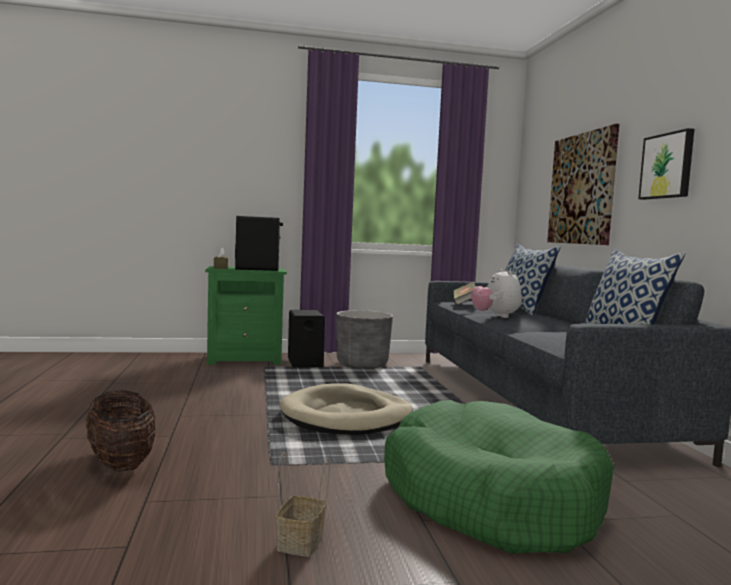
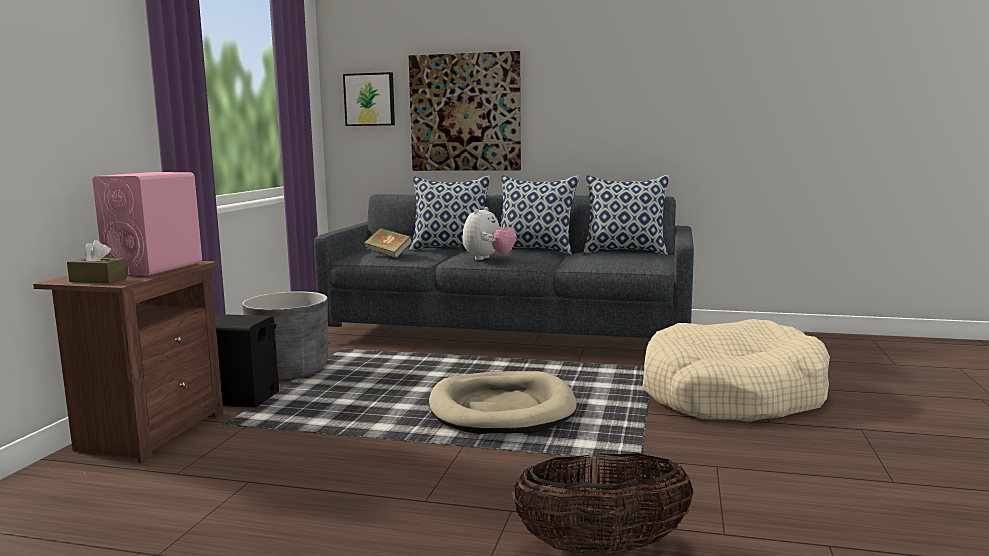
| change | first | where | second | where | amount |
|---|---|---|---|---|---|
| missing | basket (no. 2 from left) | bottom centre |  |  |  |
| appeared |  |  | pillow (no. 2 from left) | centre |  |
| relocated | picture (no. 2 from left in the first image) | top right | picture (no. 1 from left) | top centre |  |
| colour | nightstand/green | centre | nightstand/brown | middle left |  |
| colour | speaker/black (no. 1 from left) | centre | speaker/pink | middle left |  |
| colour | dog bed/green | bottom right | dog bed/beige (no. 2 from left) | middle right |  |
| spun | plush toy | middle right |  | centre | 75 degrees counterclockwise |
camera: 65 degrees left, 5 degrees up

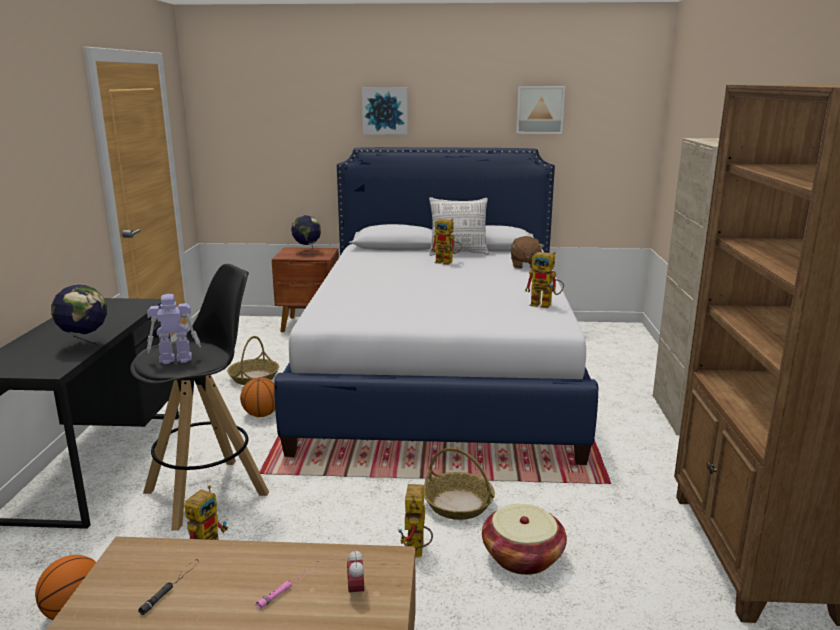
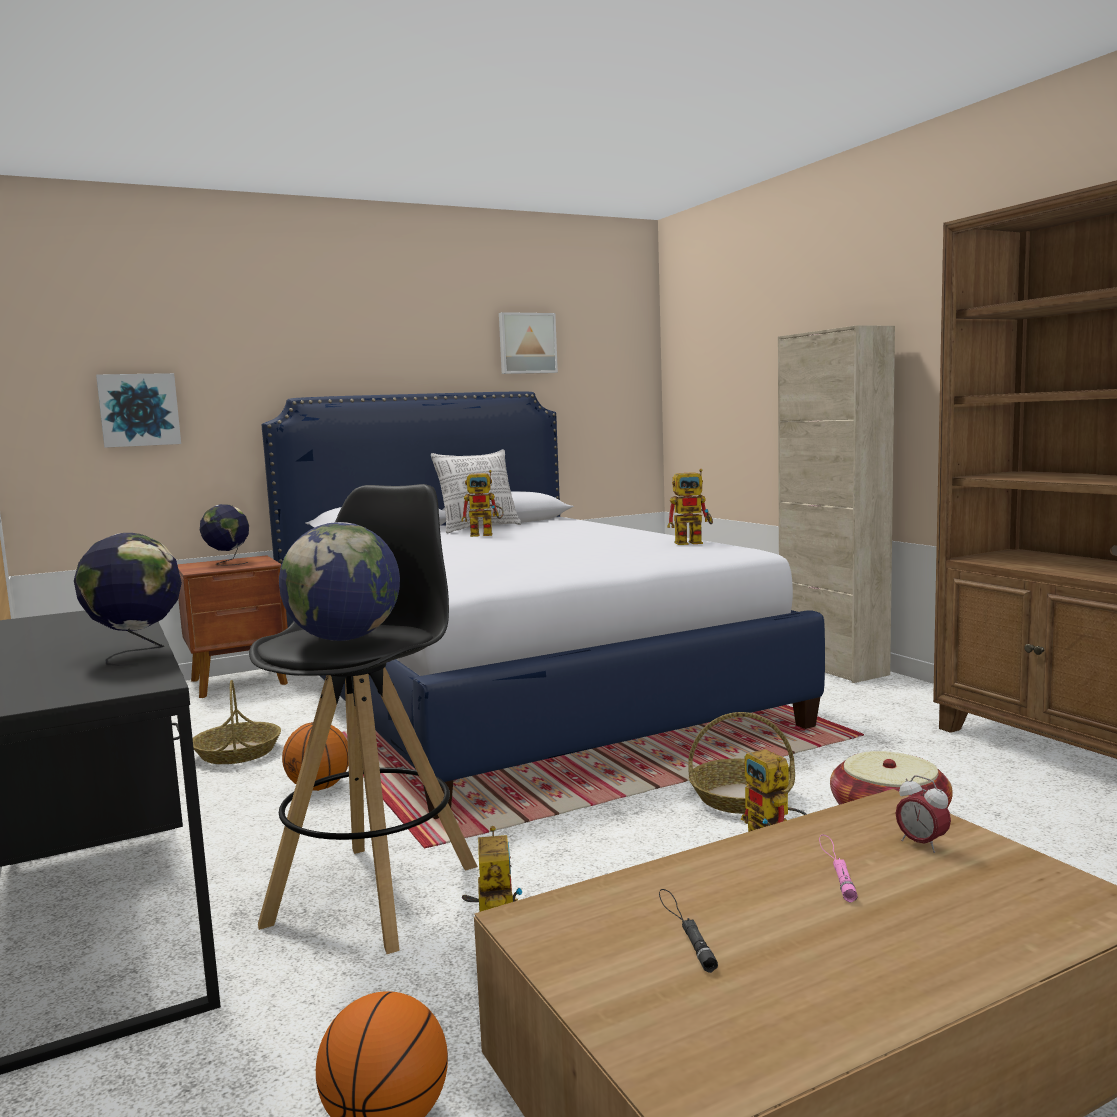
| change | first | where | second | where | amount |
|---|---|---|---|---|---|
| missing | plush toy/brown | centre |  |  |  |
| relocated | picture (no. 1 from left) | top centre |  | middle left |  |
| exchanged | toy robot (no. 1 from left) | middle left | globe (no. 3 from left) | middle left |  |
camera: 30 degrees left, 10 degrees down

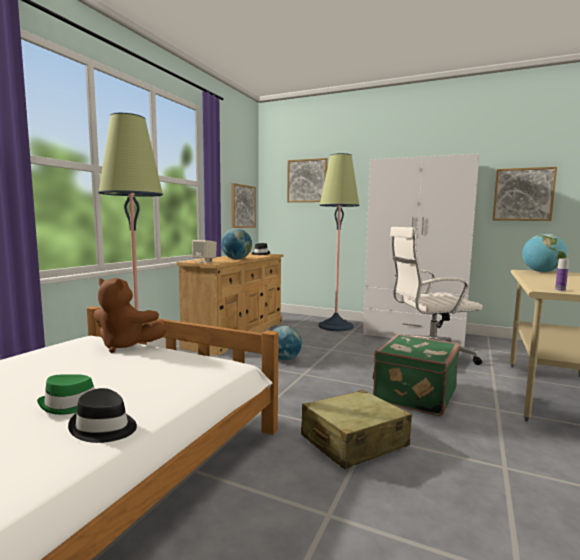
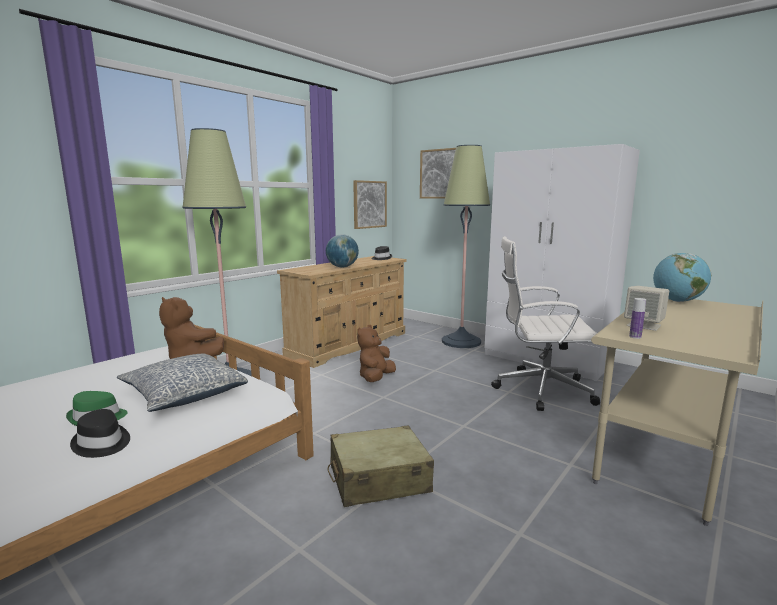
| change | first | where | second | where | amount |
|---|---|---|---|---|---|
| missing | suitcase/green | bottom right |  |  |  |
| missing | picture (no. 3 from left) | middle right |  |  |  |
| appeared |  |  | pillow | middle left |  |
| relocated | speaker/beige | centre |  | middle right |  |
| exchanged | globe (no. 2 from left) | centre | plush toy/brown (no. 2 from left) | centre |  |
camera: 15 degrees right, 5 degrees up

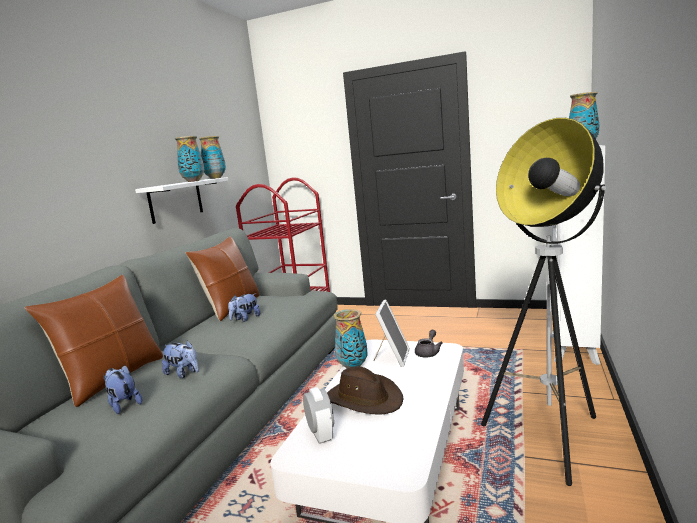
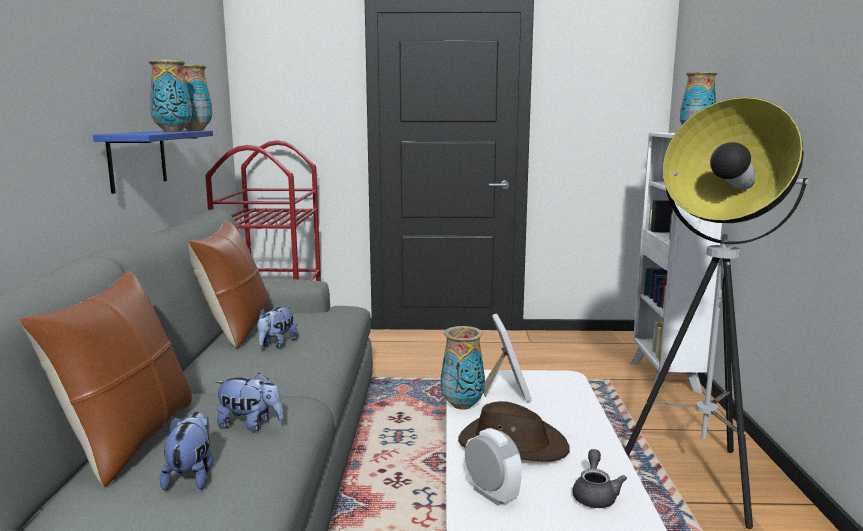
| change | first | where | second | where | amount |
|---|---|---|---|---|---|
| relocated | teapot/grey | centre |  | bottom right |  |
| colour | shelf/white | middle left | shelf/blue | top left |  |
| spun | plush toy (no. 1 from left) | bottom left |  | bottom left | 60 degrees clockwise |
camera: 20 degrees left, 0 degrees up

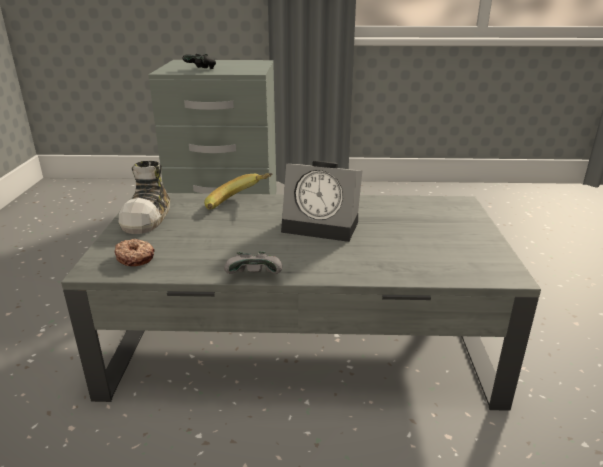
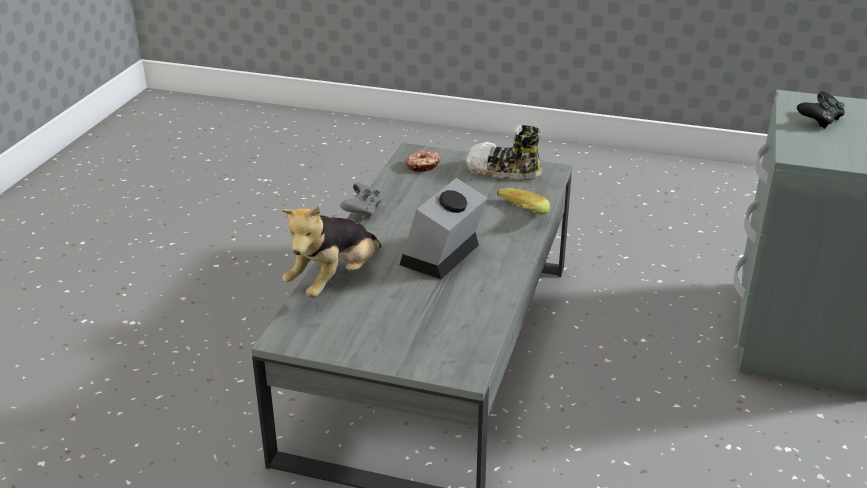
| change | first | where | second | where | amount |
|---|---|---|---|---|---|
| appeared |  |  | plush toy | centre |  |
camera: 105 degrees right, 5 degrees up

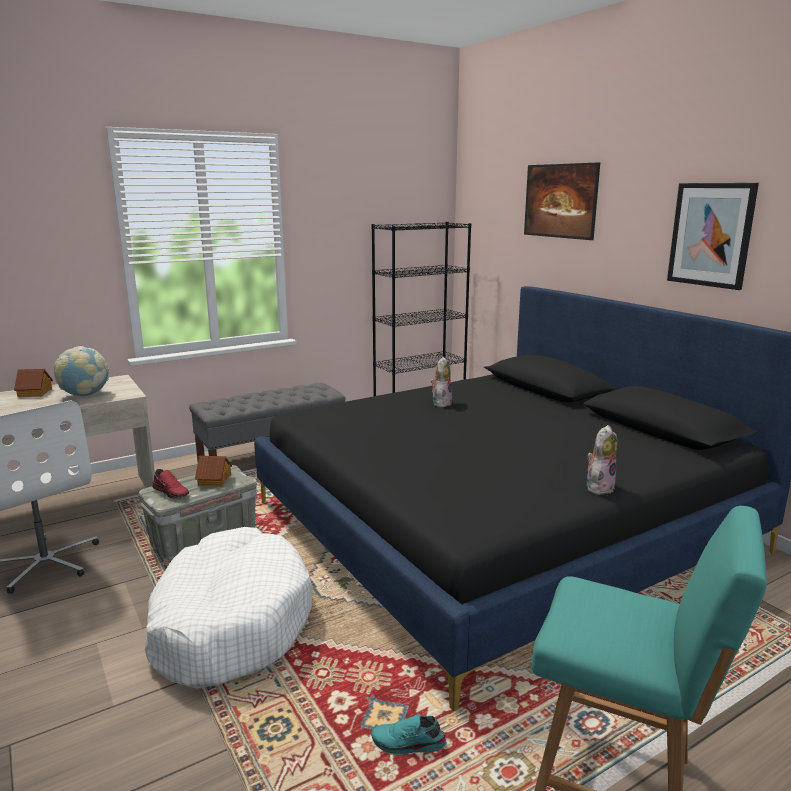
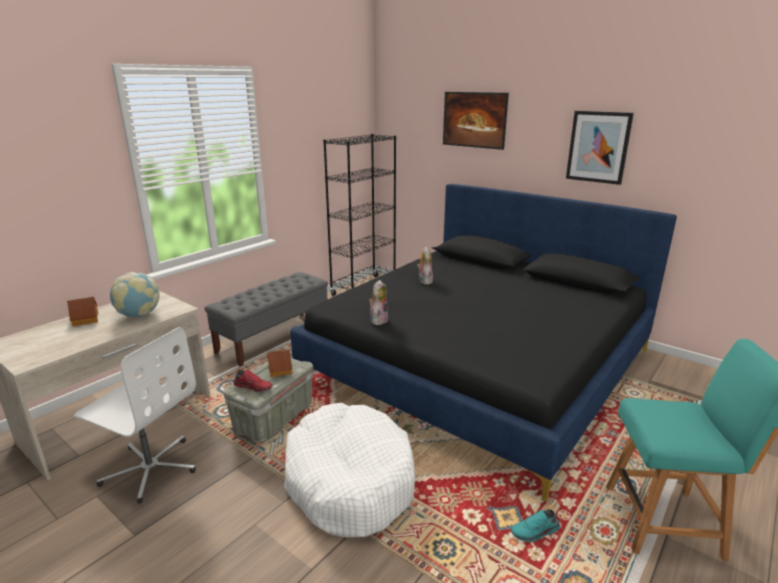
| change | first | where | second | where | amount |
|---|---|---|---|---|---|
| relocated | plush toy (no. 2 from left in the first image) | middle right | plush toy (no. 1 from left) | centre |  |
camera: 20 degrees left, 5 degrees up

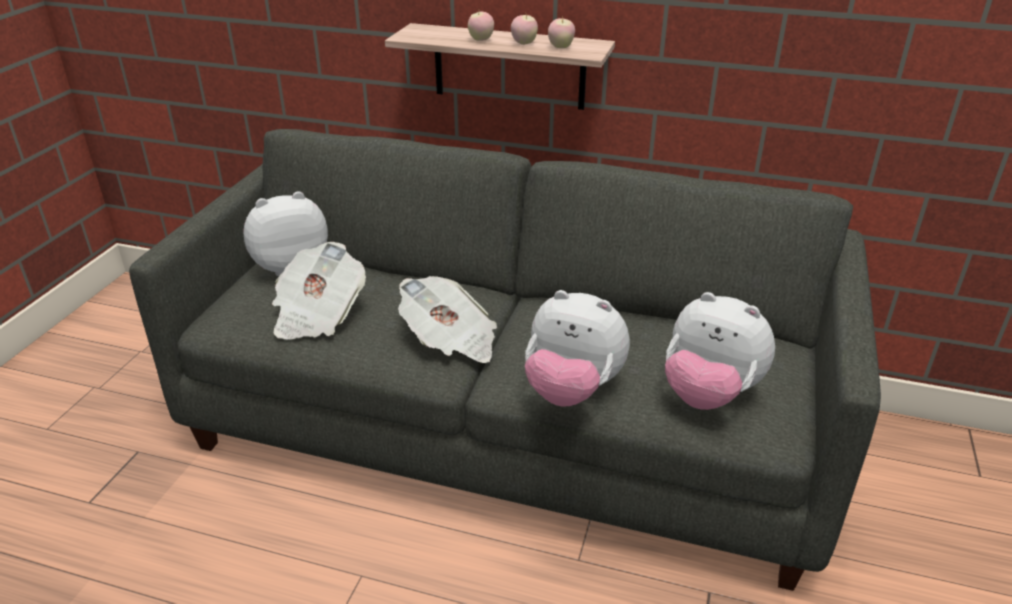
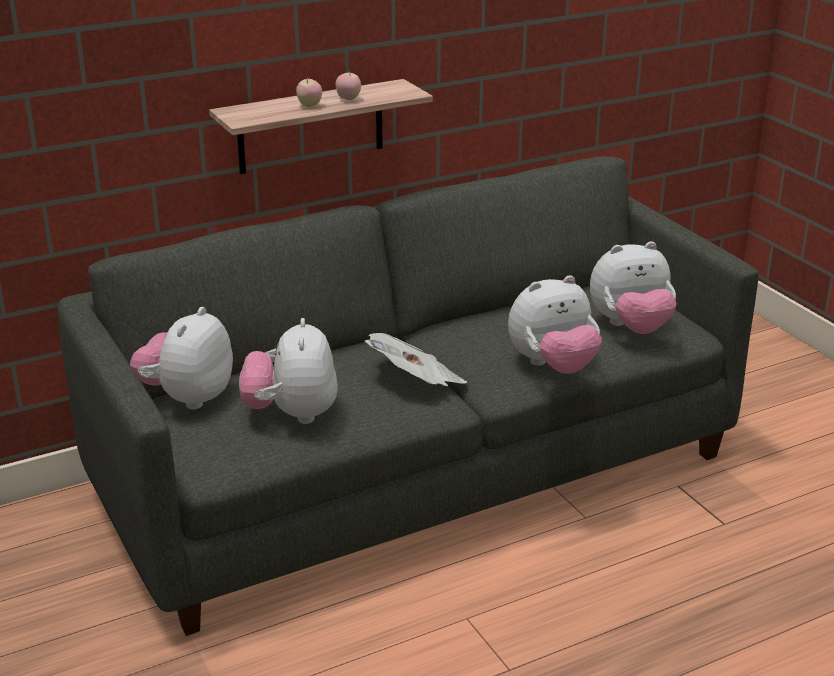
| change | first | where | second | where | amount |
|---|---|---|---|---|---|
| missing | apple (no. 3 from left) | top centre |  |  |  |
| exchanged | newspaper (no. 1 from left) | middle left | plush toy (no. 2 from left) | centre |  |
camera: 45 degrees left, 5 degrees down

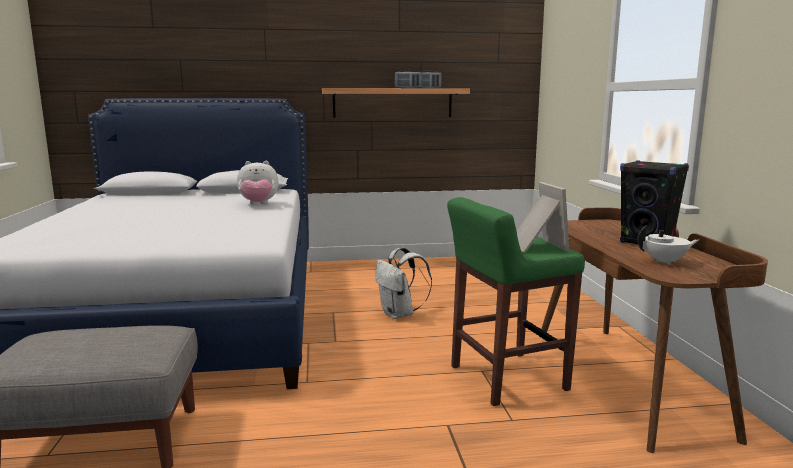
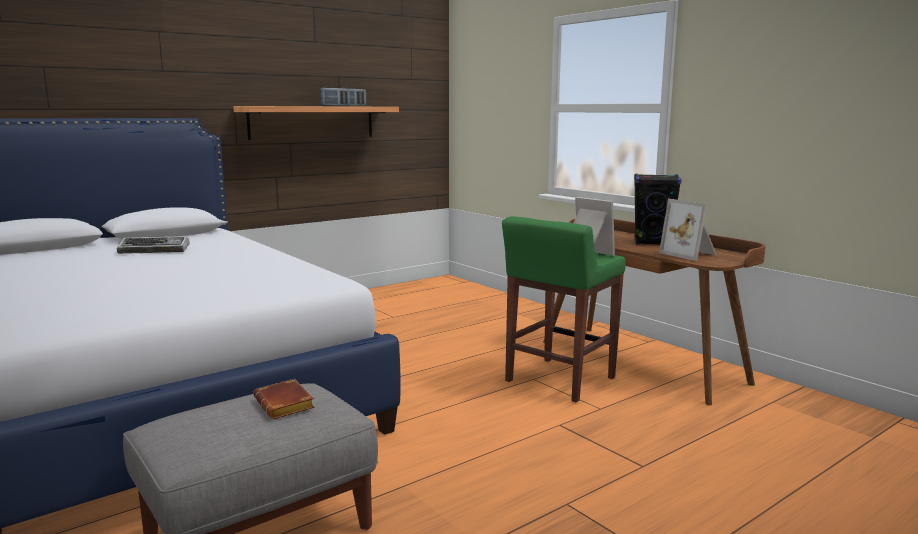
| change | first | where | second | where | amount |
|---|---|---|---|---|---|
| missing | plush toy | middle left |  |  |  |
| missing | backpack/white | centre |  |  |  |
| appeared |  |  | keyboard | middle left |  |
| appeared |  |  | book/brown | bottom left |  |
| exchanged | teapot/white | middle right | picture frame (no. 2 from left) | middle right |  |
camera: 30 degrees left, 0 degrees up

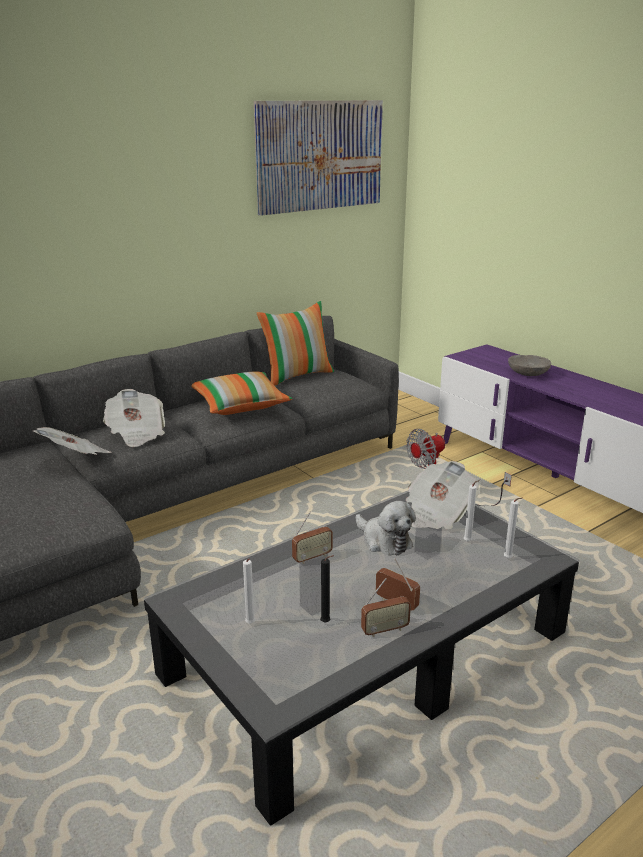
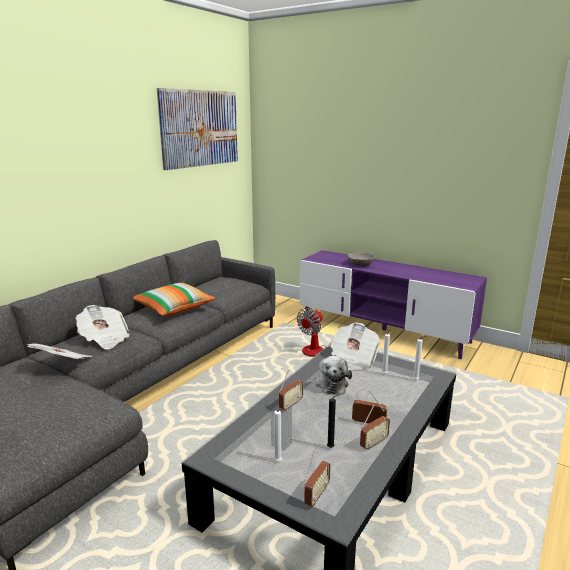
| change | first | where | second | where | amount |
|---|---|---|---|---|---|
| missing | pillow (no. 2 from left) | centre |  |  |  |
| appeared |  |  | radio (no. 2 from left) | bottom centre |  |
| spun | plush toy | centre |  | centre | 60 degrees clockwise |
camera: 20 degrees left, 5 degrees down

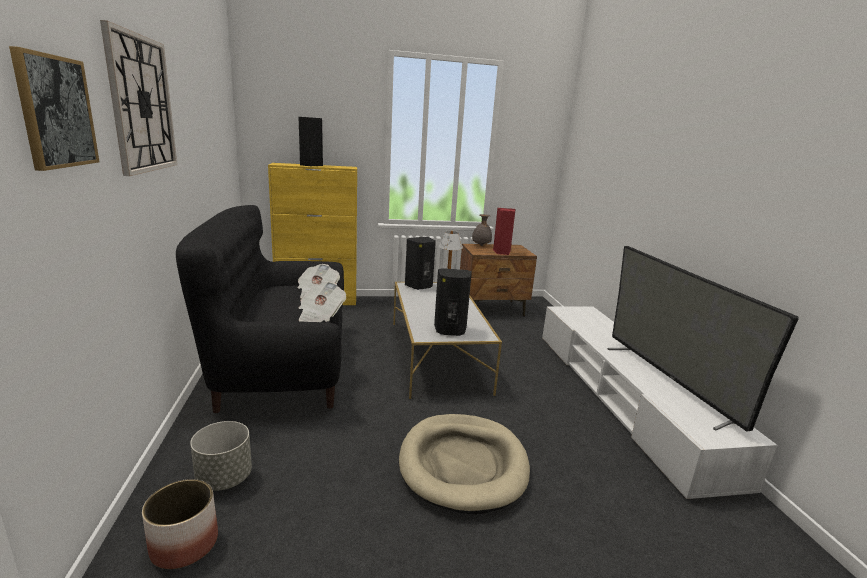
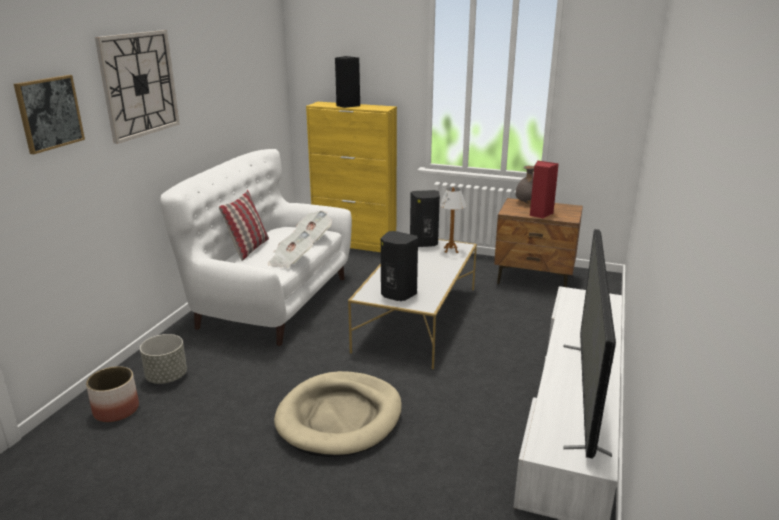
| change | first | where | second | where | amount |
|---|---|---|---|---|---|
| appeared |  |  | pillow | middle left |  |
| colour | sofa/black | middle left | sofa/white | middle left |  |
camera: 30 degrees right, 5 degrees up

